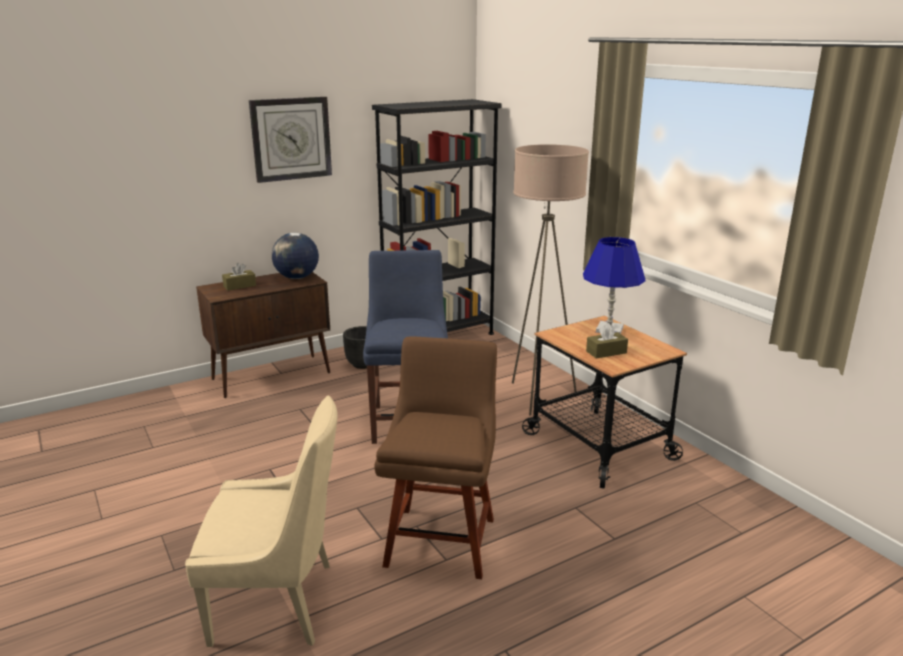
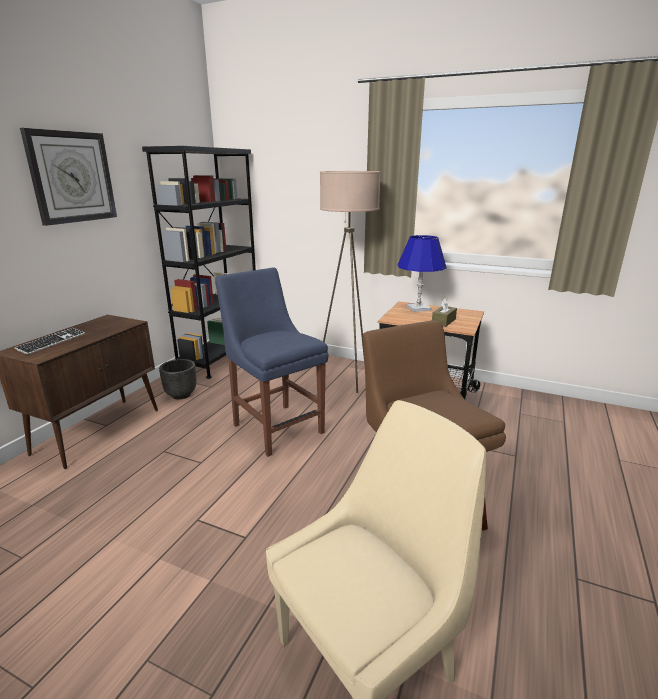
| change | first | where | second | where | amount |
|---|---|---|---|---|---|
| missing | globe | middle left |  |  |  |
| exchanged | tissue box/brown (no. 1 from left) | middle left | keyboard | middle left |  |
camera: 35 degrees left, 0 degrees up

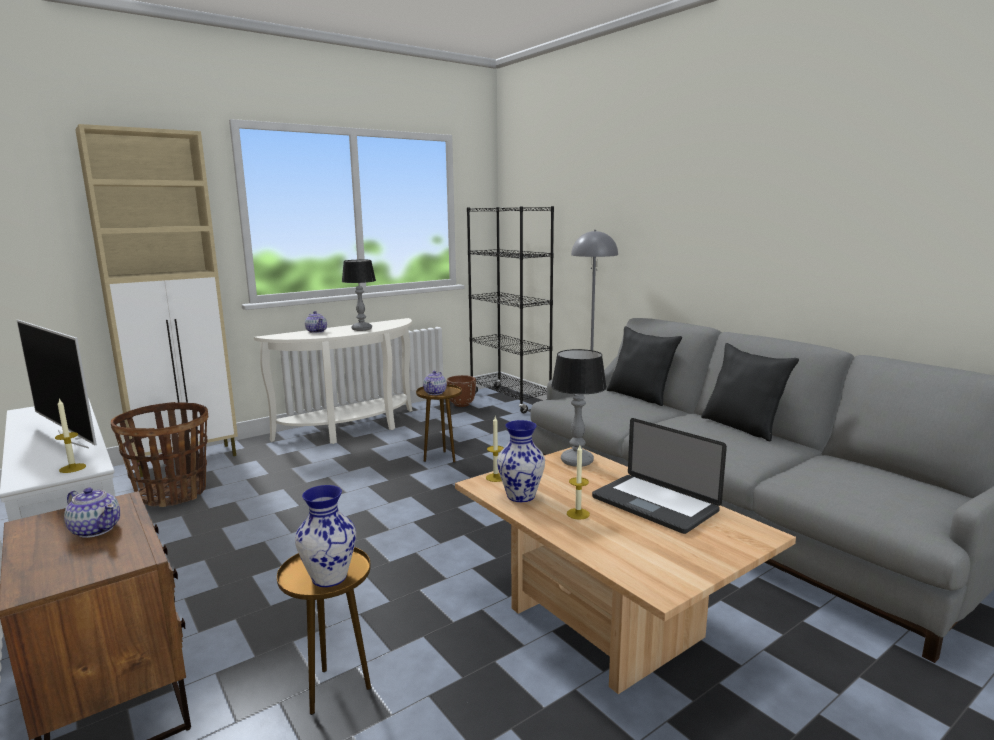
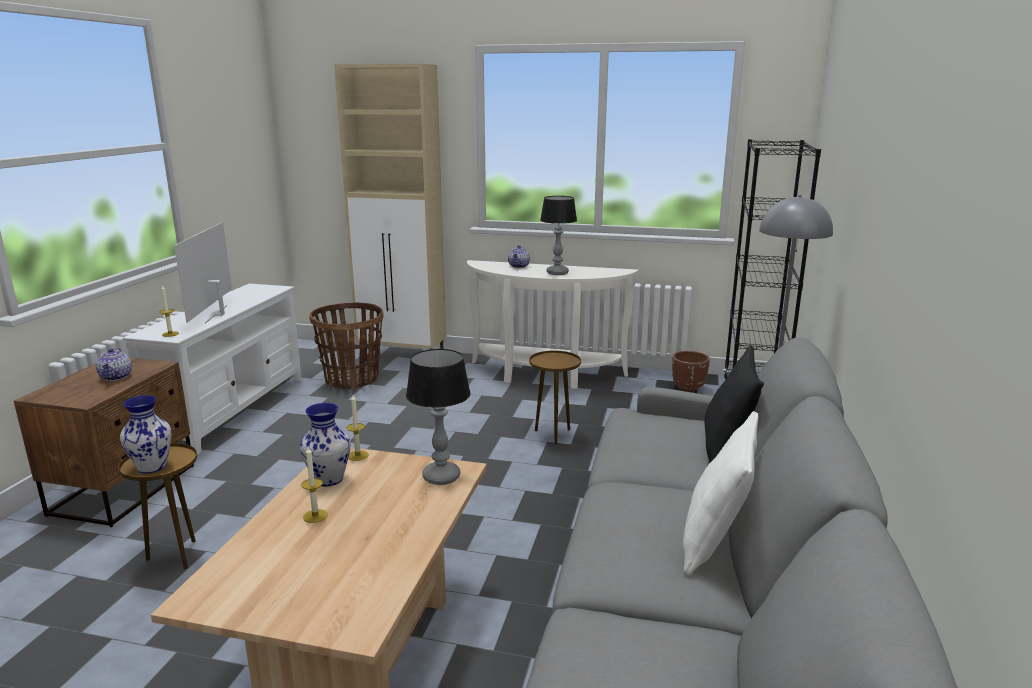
| change | first | where | second | where | amount |
|---|---|---|---|---|---|
| missing | teapot (no. 3 from left) | centre |  |  |  |
| missing | laptop | centre |  |  |  |
| colour | pillow/black (no. 2 from left) | middle right | pillow/white | bottom right |  |
camera: 50 degrees right, 5 degrees up

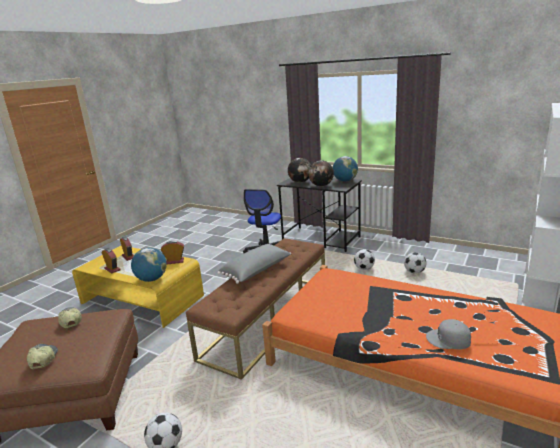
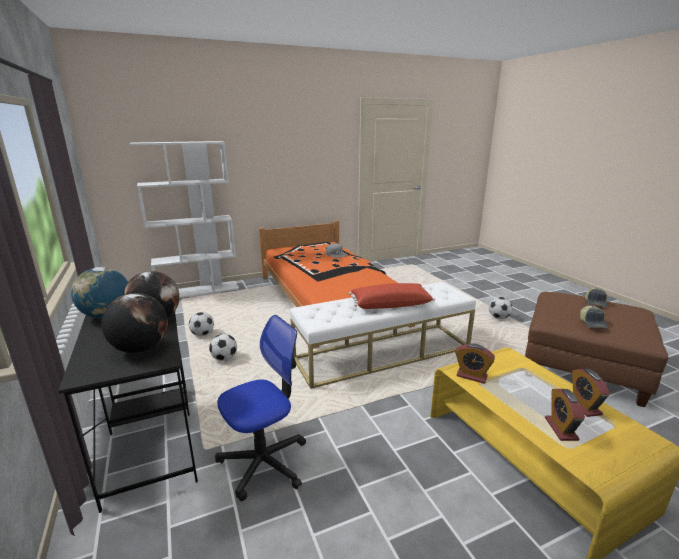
| change | first | where | second | where | amount |
|---|---|---|---|---|---|
| missing | globe (no. 1 from left) | middle left |  |  |  |
| colour | bench/brown | bottom centre | bench/white | centre |  |
| colour | pillow/grey | centre | pillow/red | centre |  |
camera: 145 degrees left, 0 degrees up

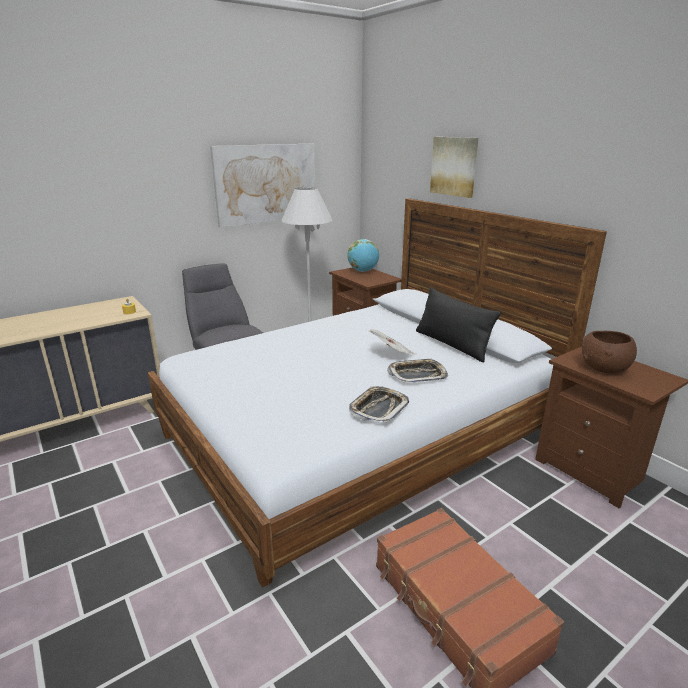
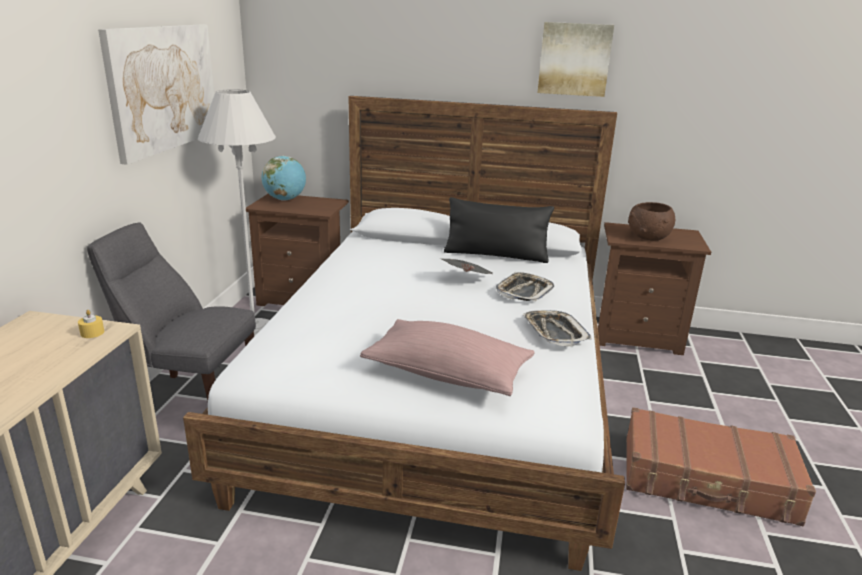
| change | first | where | second | where | amount |
|---|---|---|---|---|---|
| appeared |  |  | pillow/pink | centre |  |
| relocated | picture (no. 2 from left) | top centre |  | top right |  |
camera: 45 degrees left, 0 degrees up

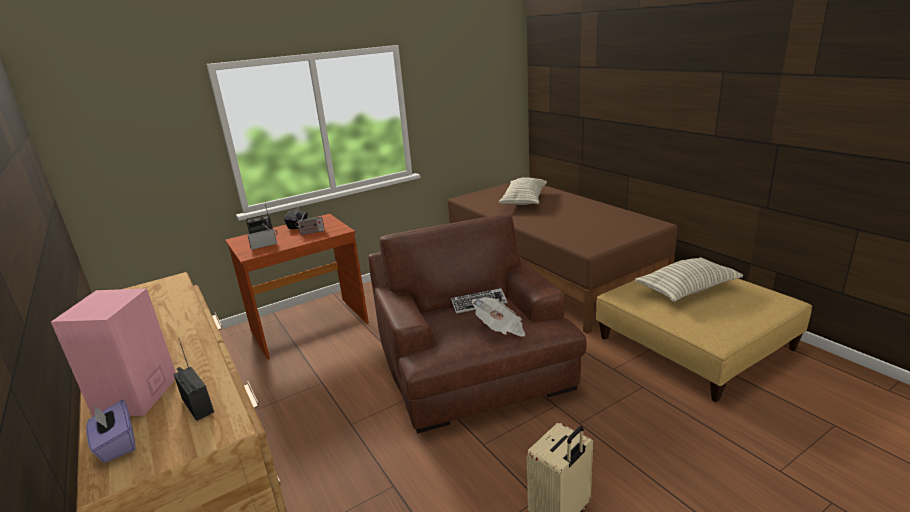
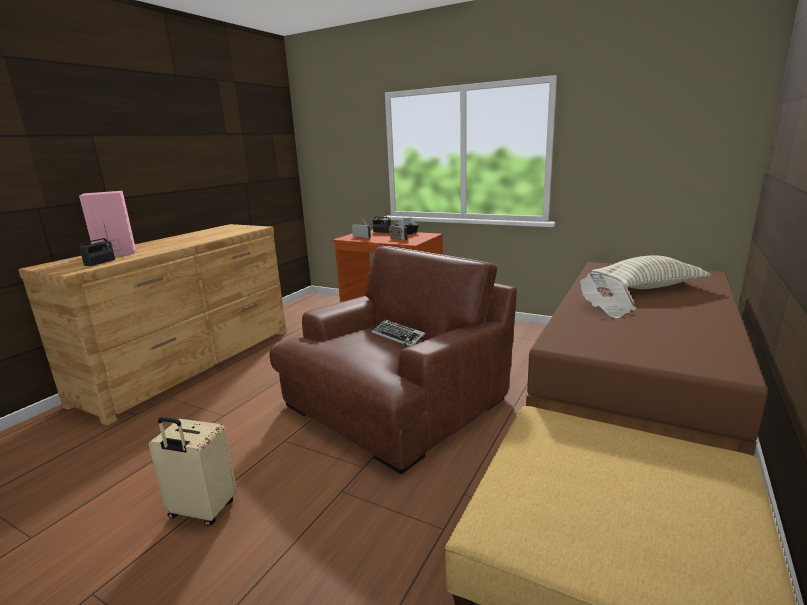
| change | first | where | second | where | amount |
|---|---|---|---|---|---|
| missing | tissue box/purple | bottom left |  |  |  |
| missing | pillow (no. 2 from left) | middle right |  |  |  |
| relocated | newspaper | centre |  | middle right |  |
camera: 60 degrees right, 5 degrees down

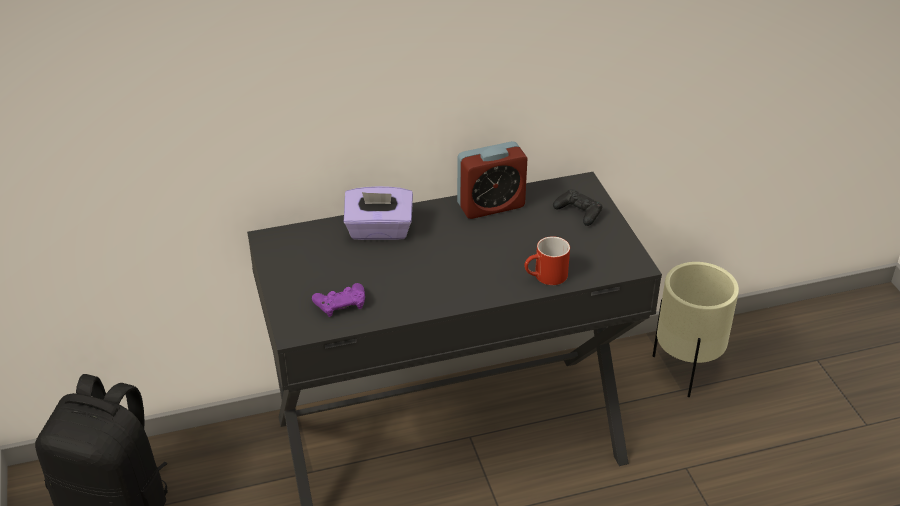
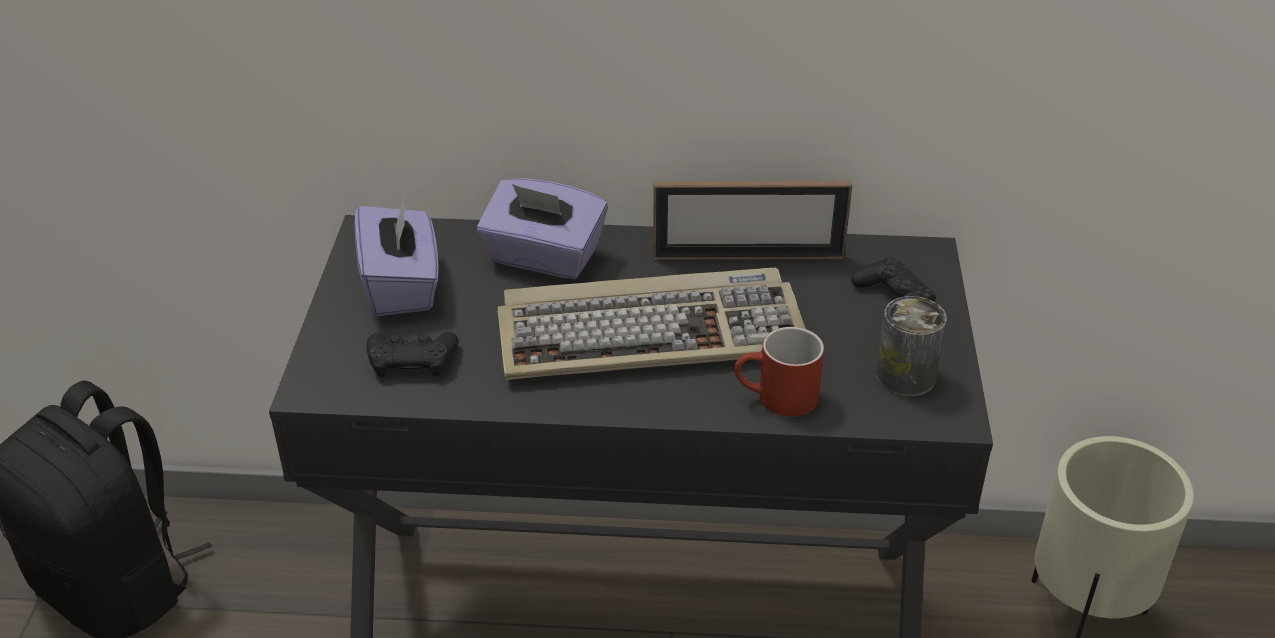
| change | first | where | second | where | amount |
|---|---|---|---|---|---|
| appeared |  |  | tissue box/purple (no. 1 from left) | middle left |  |
| appeared |  |  | keyboard | centre |  |
| appeared |  |  | can | middle right |  |
| exchanged | alarm clock | centre | picture frame | centre |  |
| colour | game controller/purple | centre | game controller/black (no. 1 from left) | middle left |  |
camera: 20 degrees right, 0 degrees up

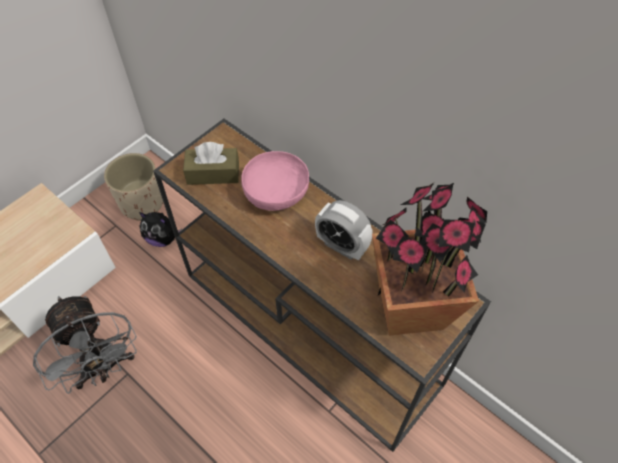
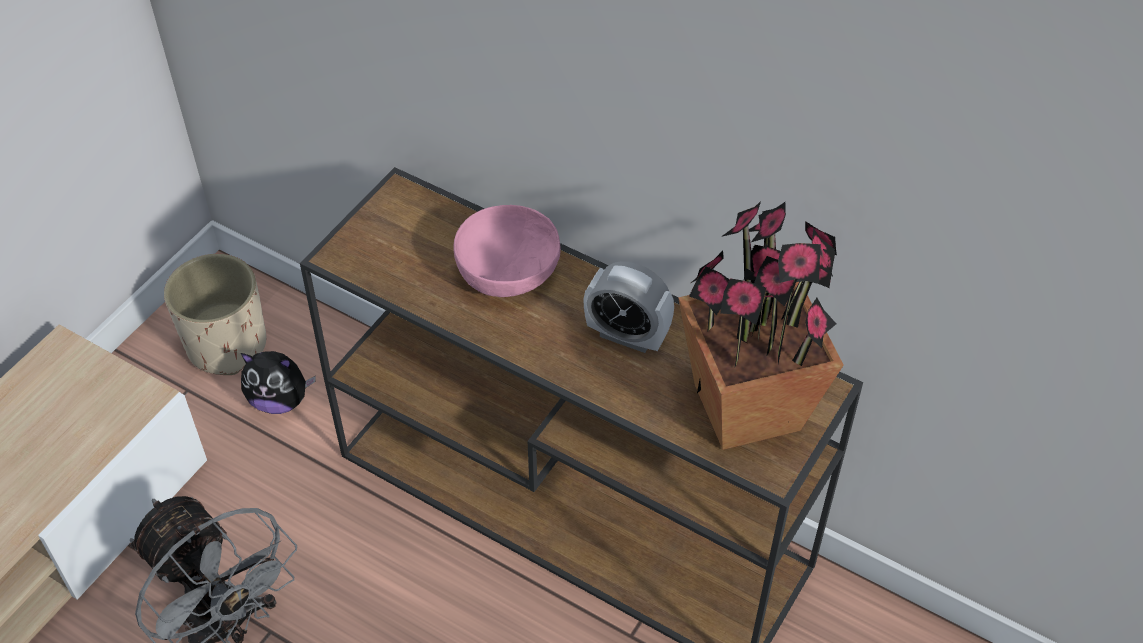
| change | first | where | second | where | amount |
|---|---|---|---|---|---|
| missing | tissue box/brown | centre |  |  |  |
camera: 10 degrees left, 5 degrees down

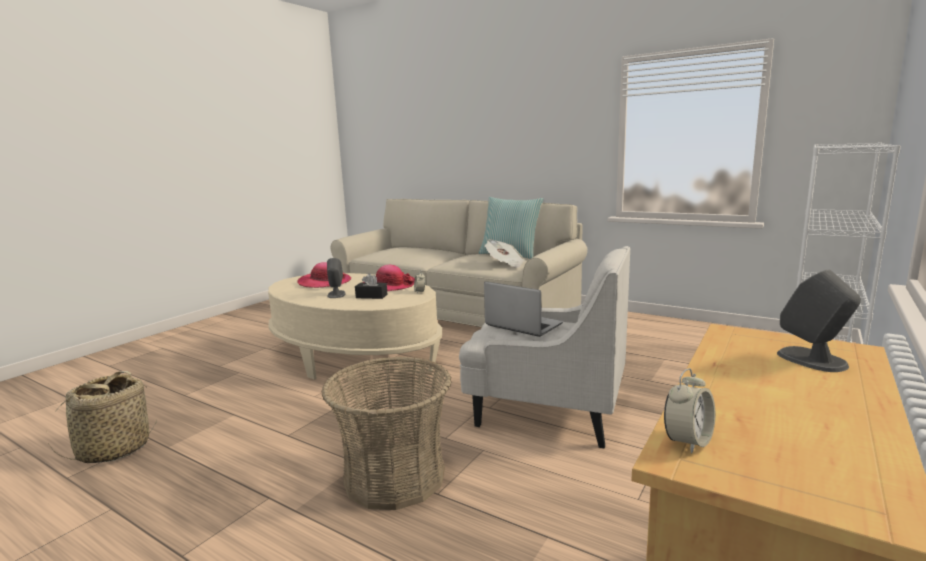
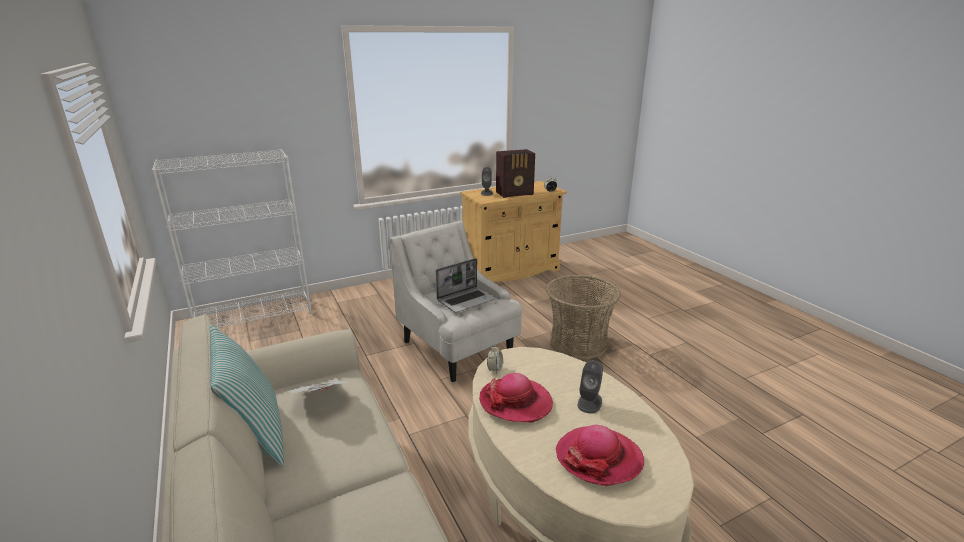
| change | first | where | second | where | amount |
|---|---|---|---|---|---|
| missing | basket (no. 1 from left) | bottom left |  |  |  |
| missing | tissue box/black | centre |  |  |  |
| appeared |  |  | radio | top centre |  |
| spun | laptop | centre |  | centre | 105 degrees counterclockwise |
camera: 150 degrees left, 10 degrees up

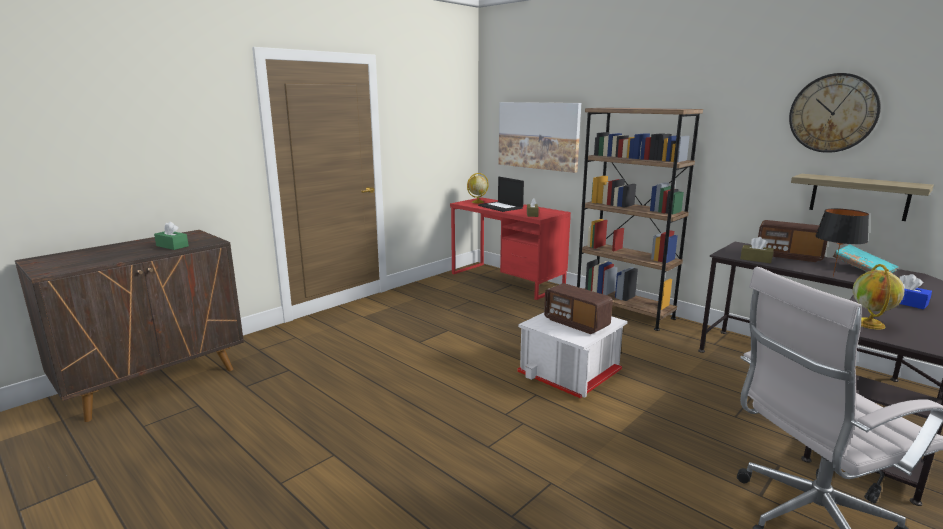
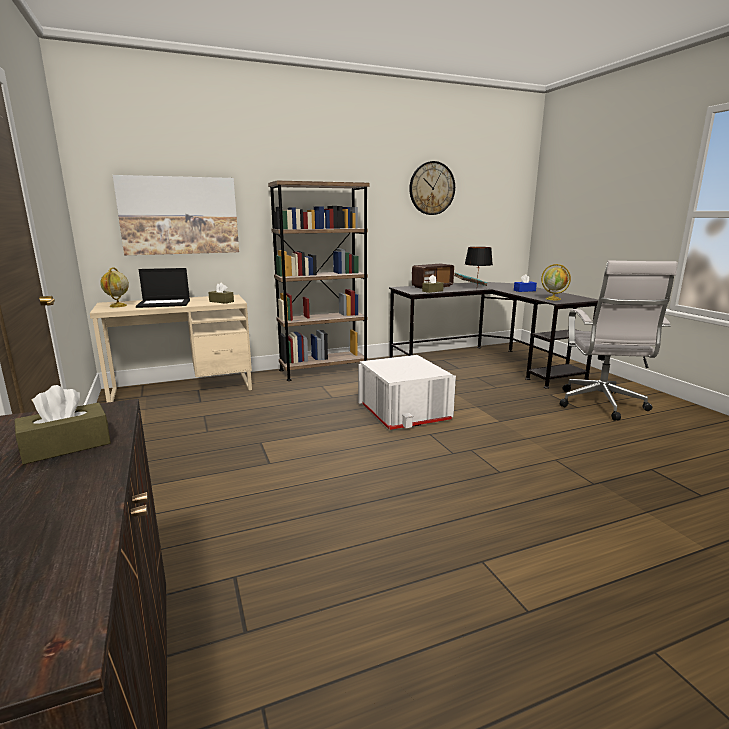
| change | first | where | second | where | amount |
|---|---|---|---|---|---|
| missing | radio (no. 1 from left) | centre |  |  |  |
| missing | shelf | middle right |  |  |  |
| colour | tissue box/green | middle left | tissue box/brown (no. 1 from left) | middle left |  |
| colour | desk/red | centre | desk/beige | middle left |  |
camera: 65 degrees left, 0 degrees up

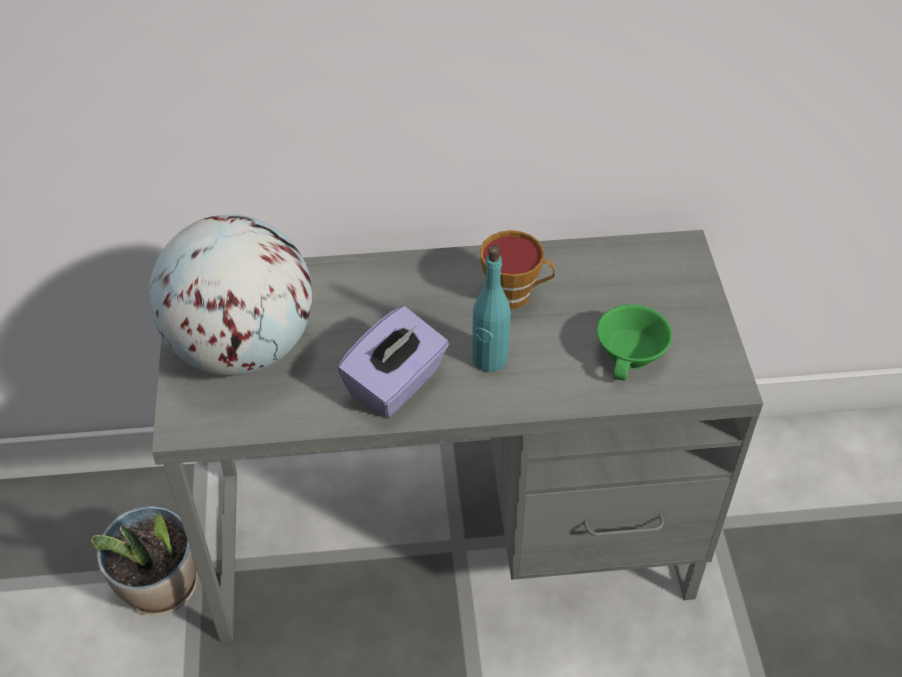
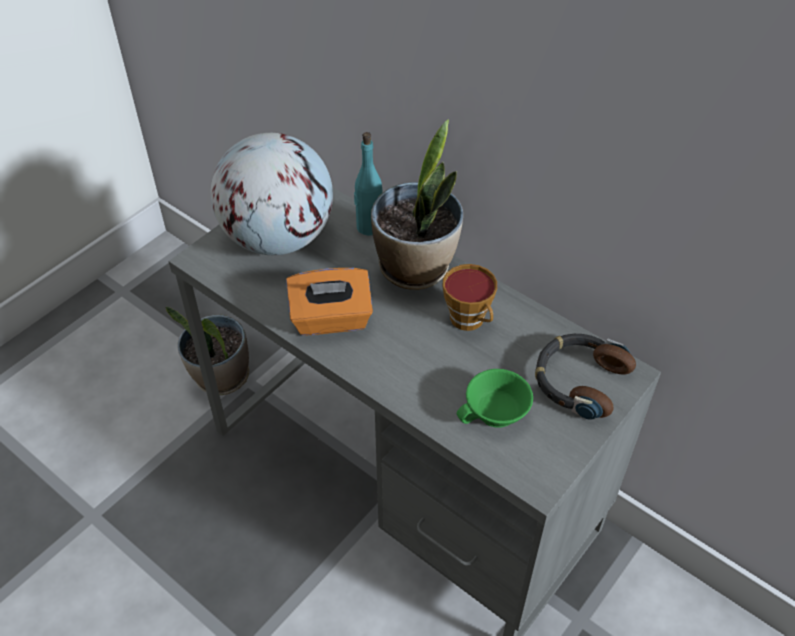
| change | first | where | second | where | amount |
|---|---|---|---|---|---|
| appeared |  |  | potted plant (no. 2 from left) | top centre |  |
| appeared |  |  | headphones | middle right |  |
| relocated | bottle/turquoise | centre |  | top centre |  |
| colour | tissue box/purple | centre | tissue box/orange | centre |  |
camera: 45 degrees right, 0 degrees up

